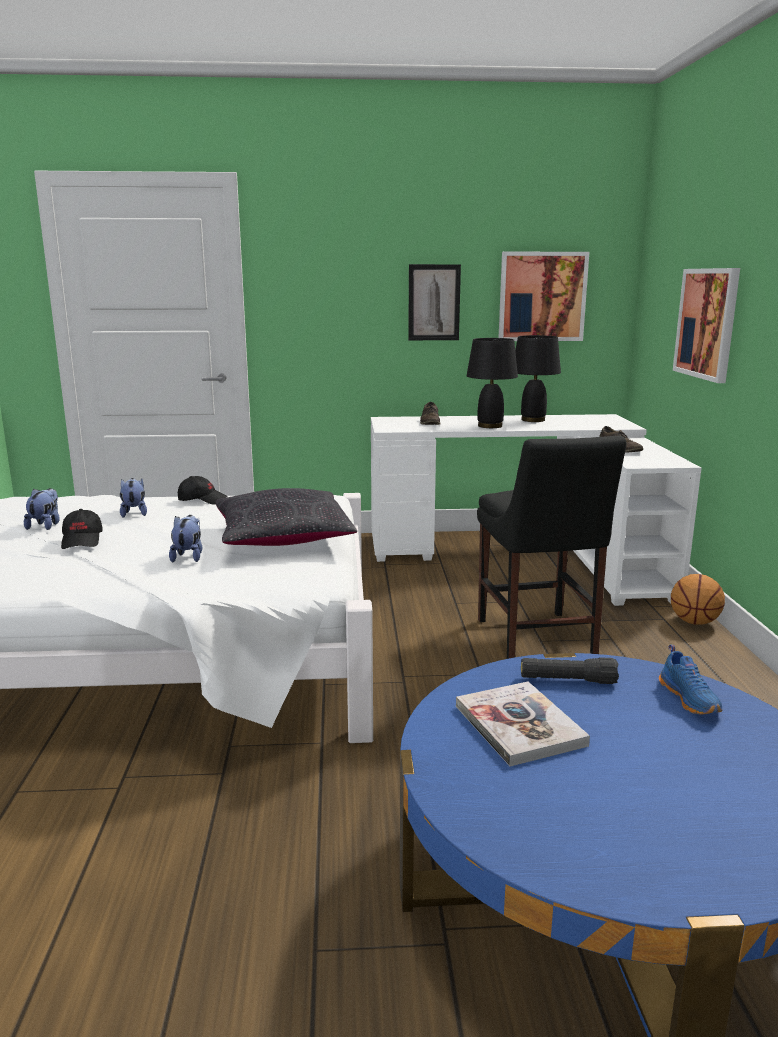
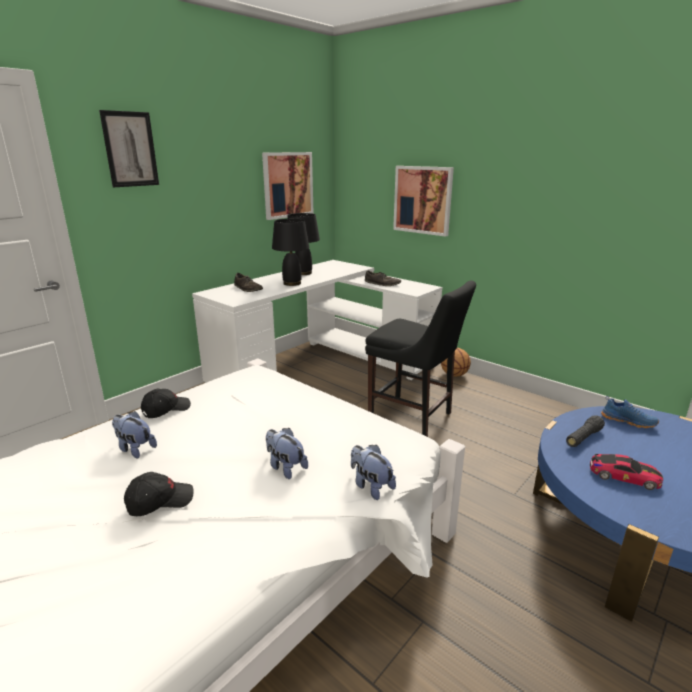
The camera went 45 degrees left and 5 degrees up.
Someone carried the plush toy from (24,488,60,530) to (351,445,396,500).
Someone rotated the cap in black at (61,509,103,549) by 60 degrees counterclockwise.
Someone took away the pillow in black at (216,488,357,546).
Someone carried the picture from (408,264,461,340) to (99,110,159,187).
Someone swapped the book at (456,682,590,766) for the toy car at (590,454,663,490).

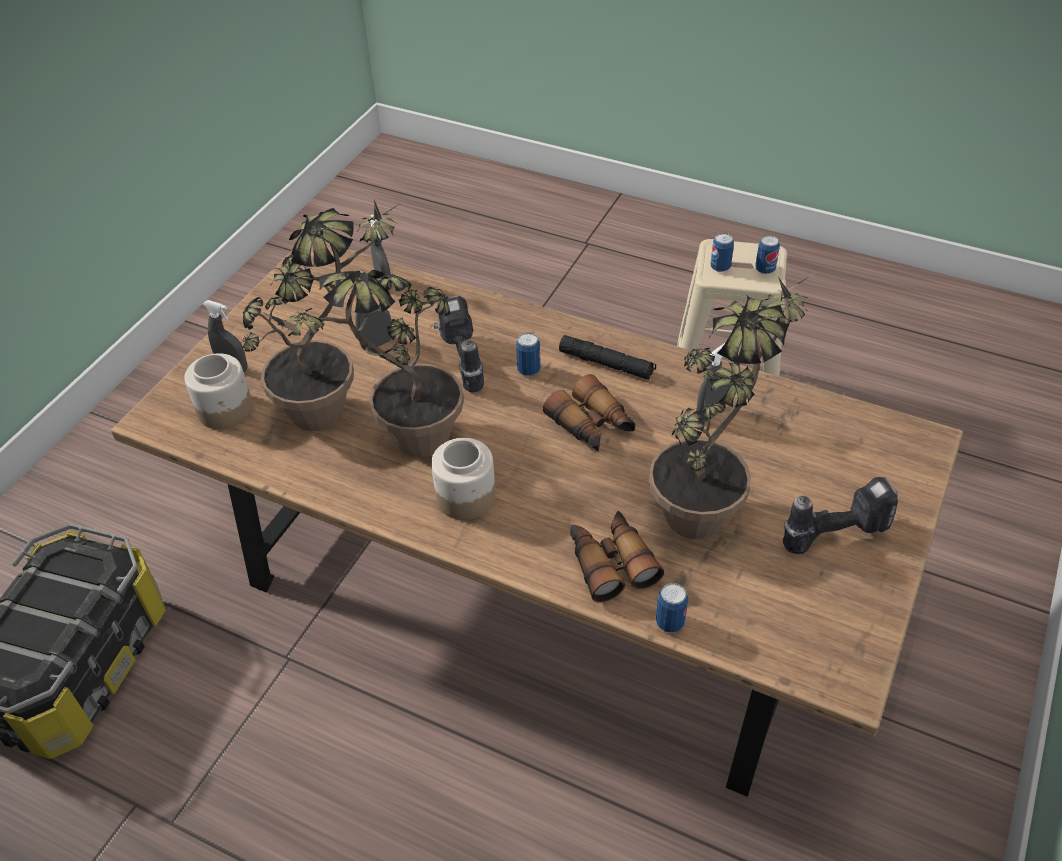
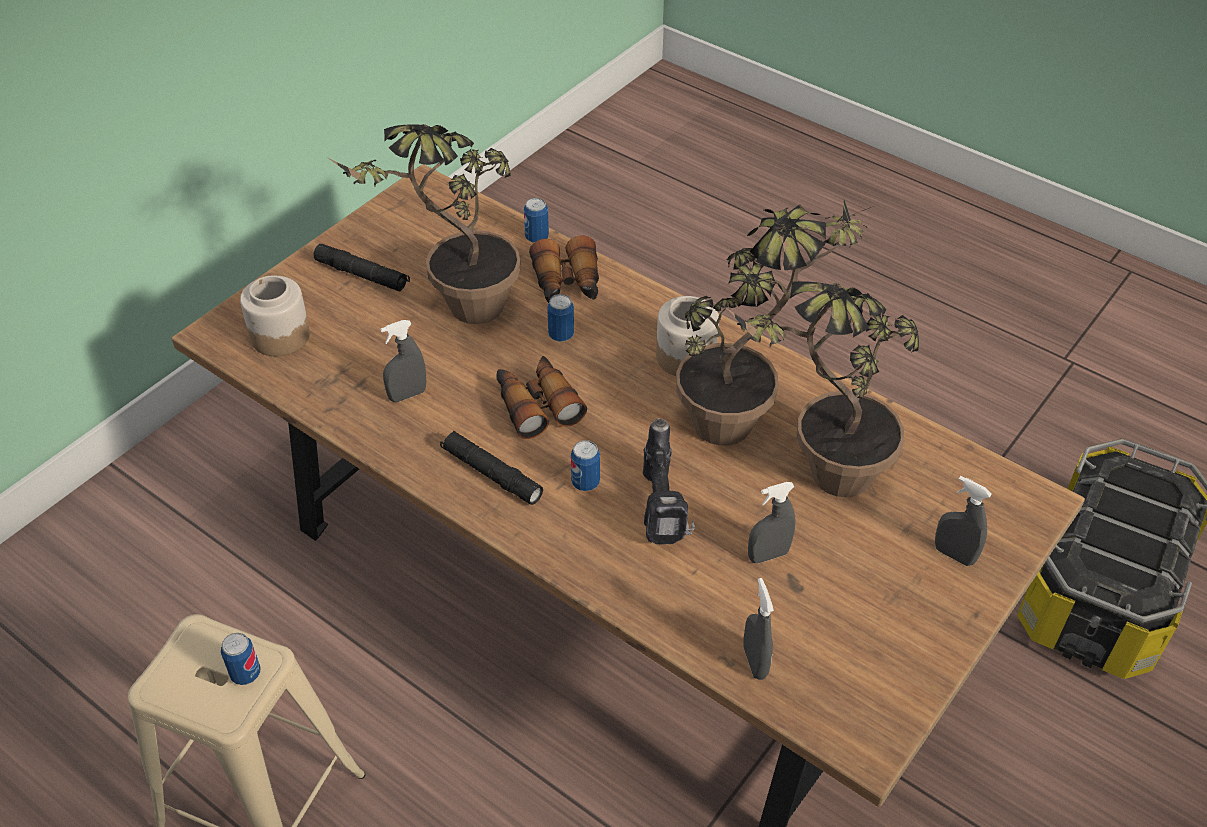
The camera went 170 degrees left and 0 degrees up.
Someone carried the jar from (184,353,253,429) to (240,276,310,356).
Someone carried the can from (755,235,780,274) to (547,294,574,342).
Someone swapped the power drill at (783,477,898,554) for the flashlight in black at (314,244,410,292).

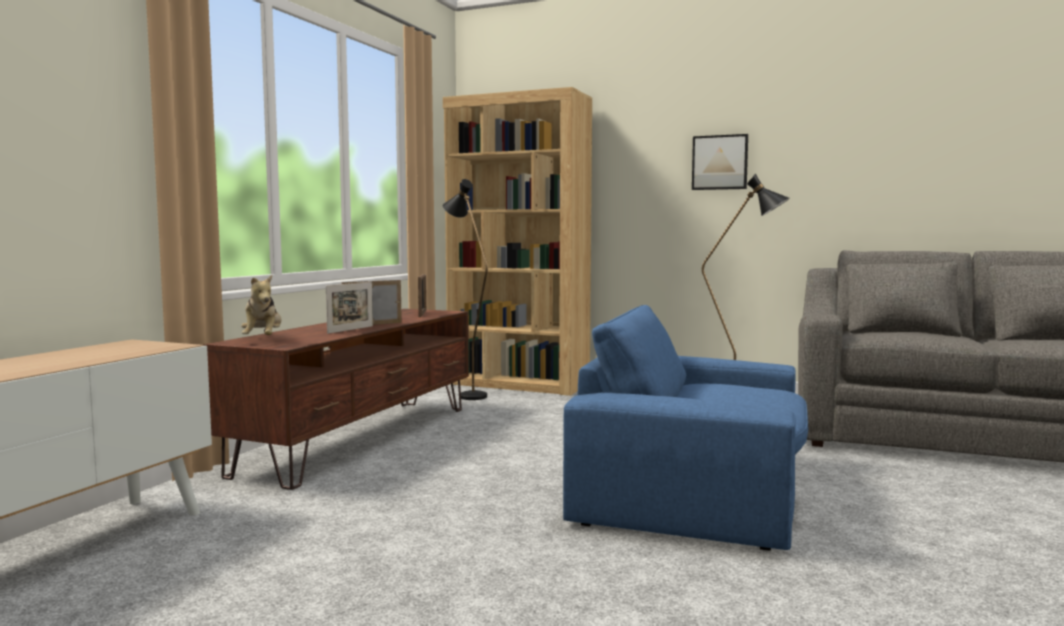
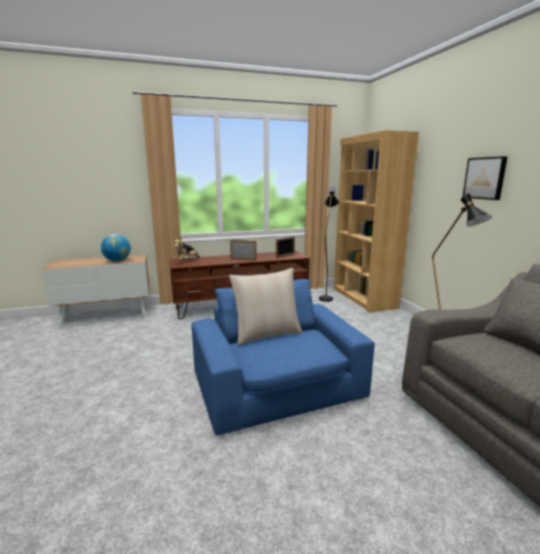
The camera went 50 degrees right and 10 degrees up.
Someone took away the picture frame at (326,282,373,334).
Someone put down the globe at (101,234,131,262).
Someone put down the pillow in beige at (229,268,303,345).

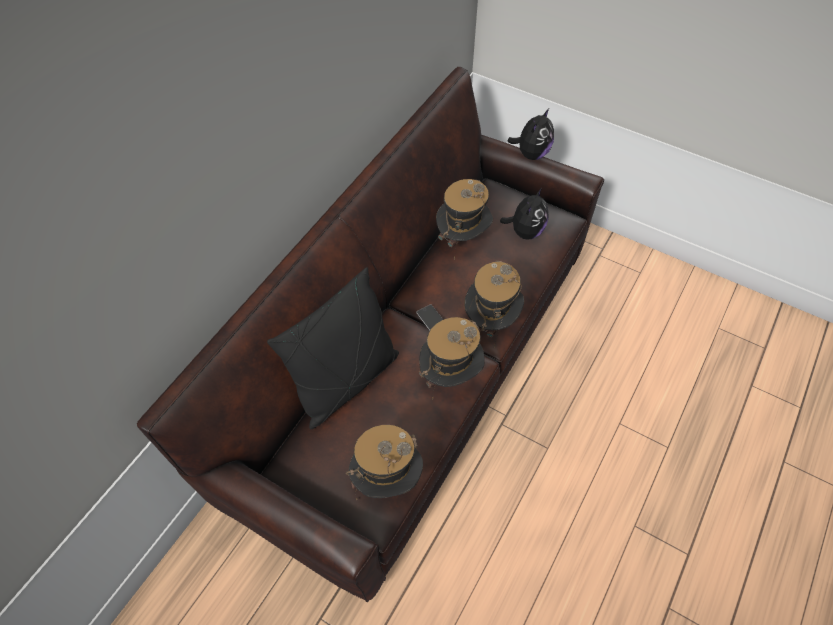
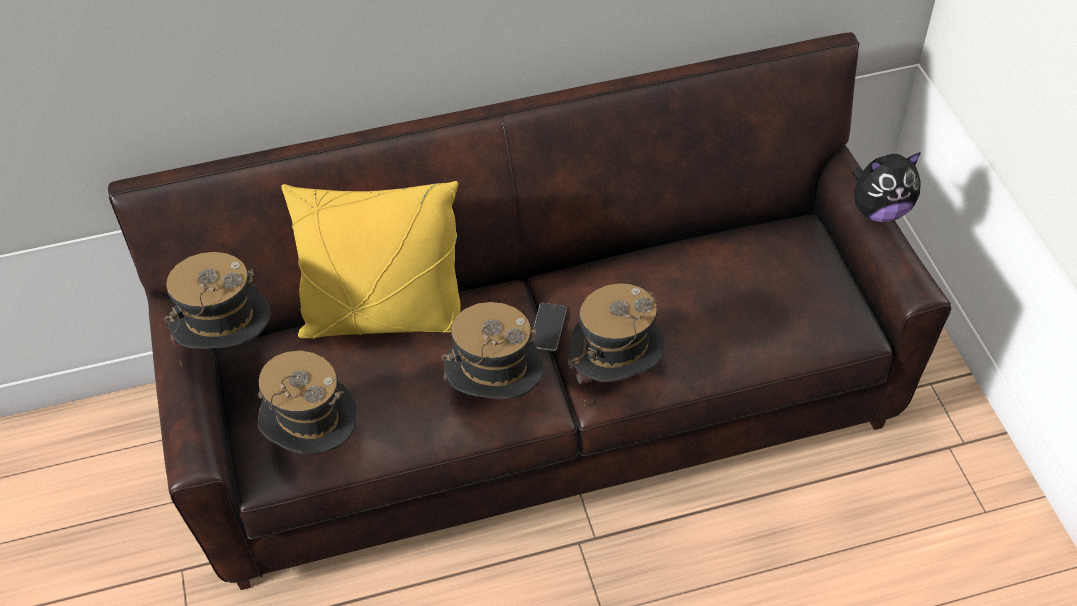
The camera went 45 degrees right and 5 degrees down.
Someone repainted the pillow in black at (267,267,399,429), which became the pillow in yellow at (281,181,461,339).
Someone carried the hat from (436,179,493,260) to (164,252,271,367).
Someone took away the plush toy at (500,188,549,240).

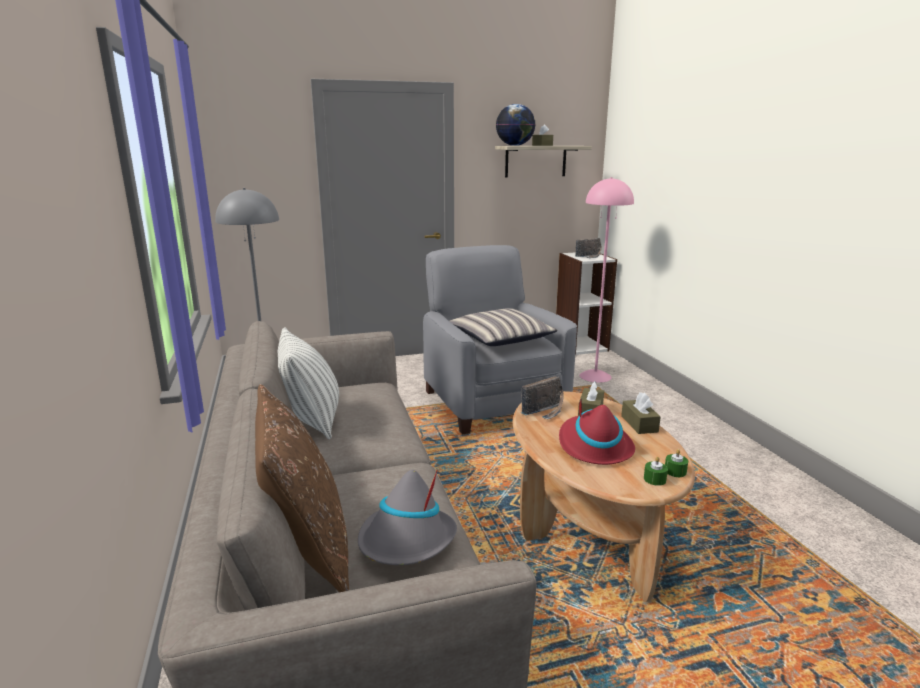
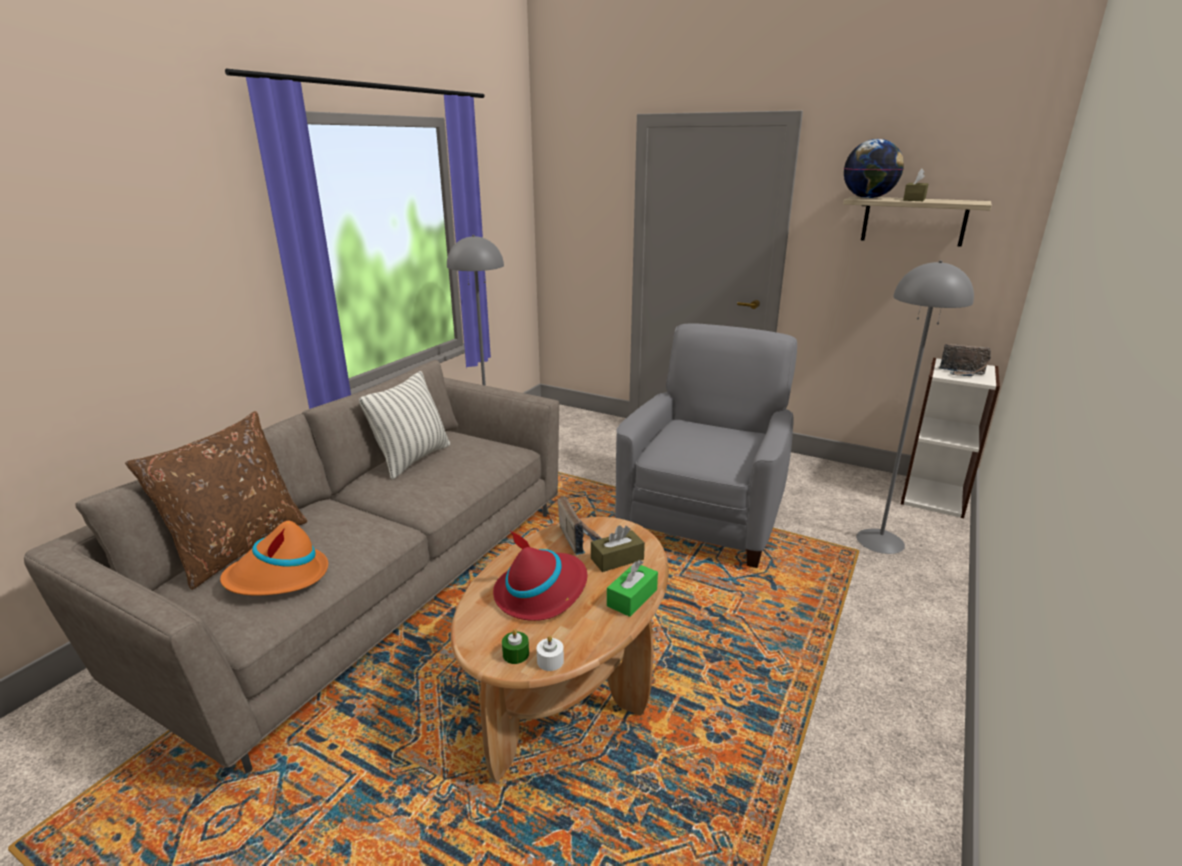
The camera went 45 degrees right and 5 degrees up.
Someone repainted the hat in grey at (358,469,457,565), which became the hat in orange at (220,521,328,596).
Someone took away the pillow at (450,308,558,346).
Someone rotated the radio at (521,376,563,419) by 120 degrees counterclockwise.
Someone repainted the floor lamp in pink at (579,177,634,383), which became the floor lamp in grey at (856,260,974,554).
Someone repainted the tissue box in brown at (621,392,661,434), which became the tissue box in green at (607,560,658,617).
Someone repainted the candle in green at (665,449,688,477), which became the candle in white at (537,636,564,671).

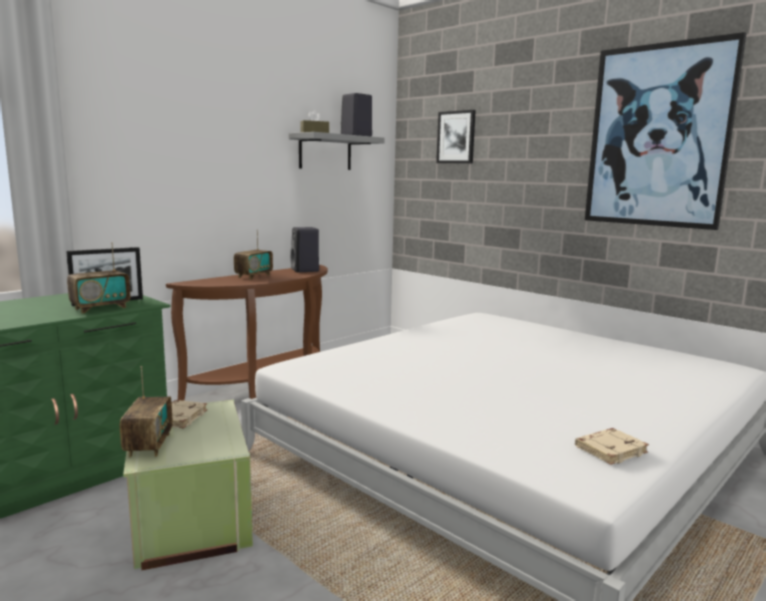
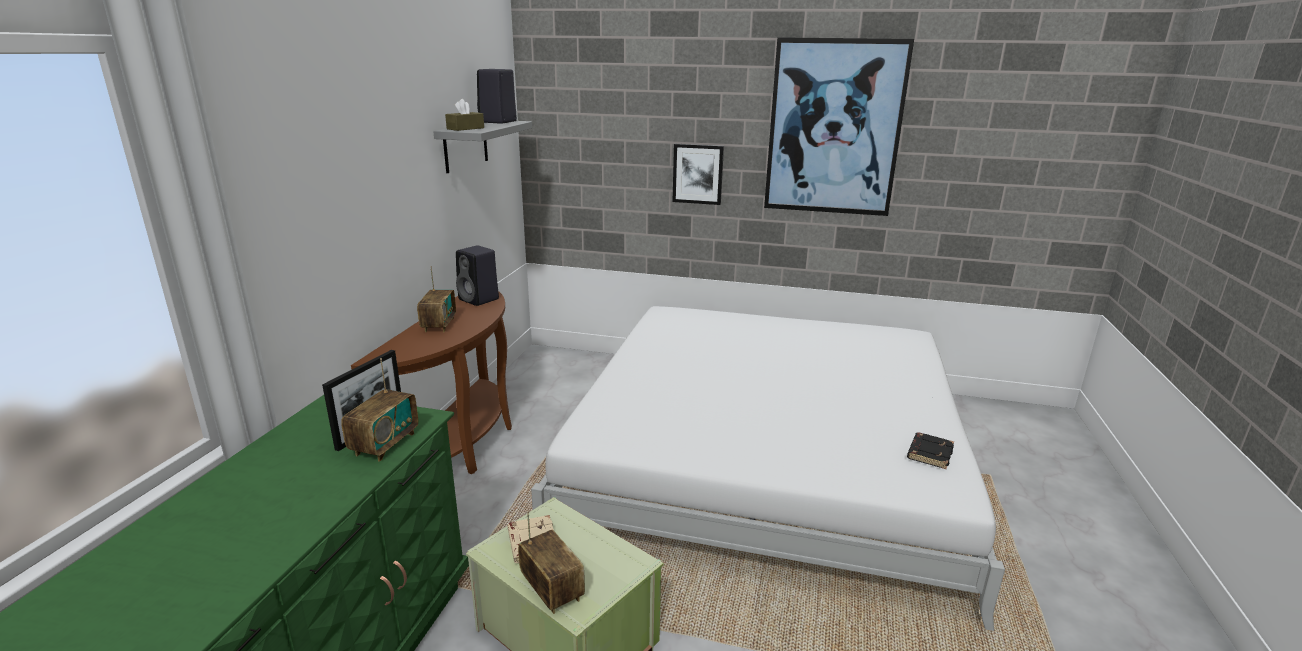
The camera went 30 degrees left and 10 degrees up.
Someone carried the picture from (436,110,476,163) to (672,144,724,205).
Someone repainted the book in beige at (575,428,649,465), which became the book in black at (907,432,954,469).

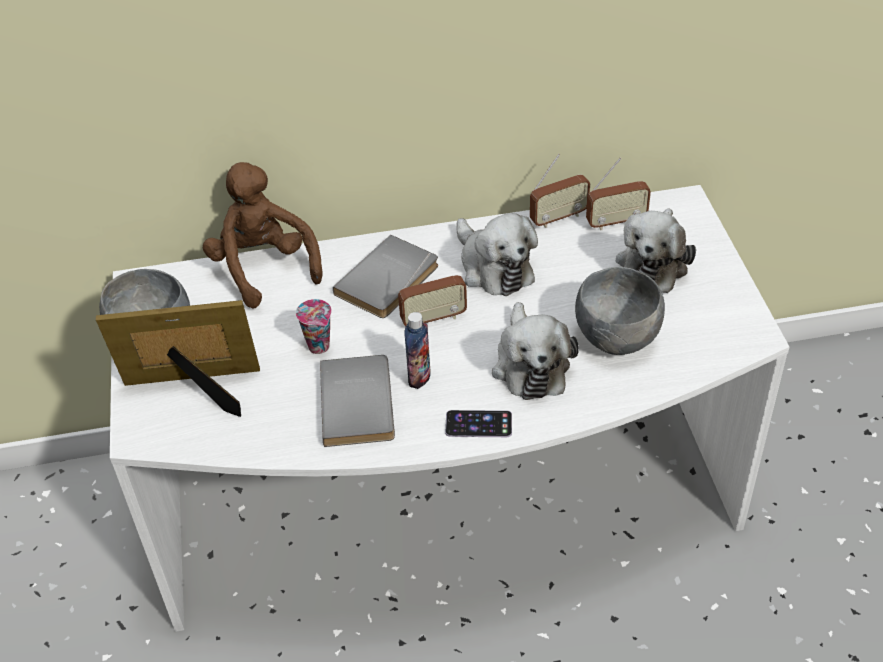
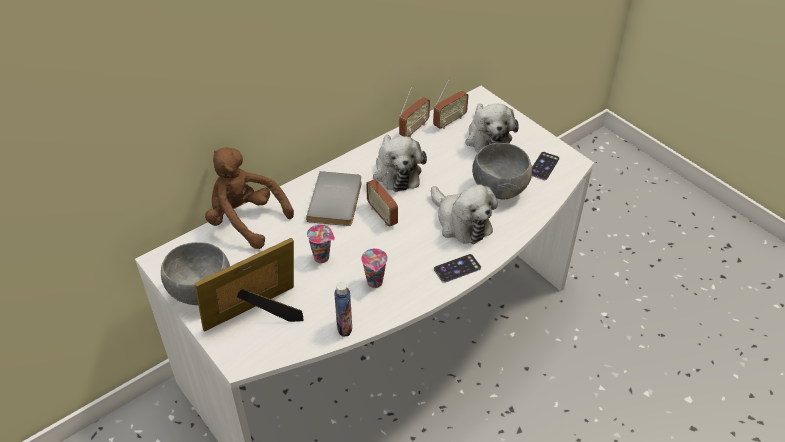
The camera went 30 degrees left and 0 degrees up.
Someone swapped the book in grey at (320,355,395,447) for the cup at (361,248,388,288).
Someone rotated the radio at (398,253,467,326) by 105 degrees clockwise.
Someone carried the bottle from (404,312,431,389) to (334,282,352,337).
Someone rotated the plush toy at (456,213,538,296) by 45 degrees clockwise.
Someone put down the phone at (532,152,559,180).

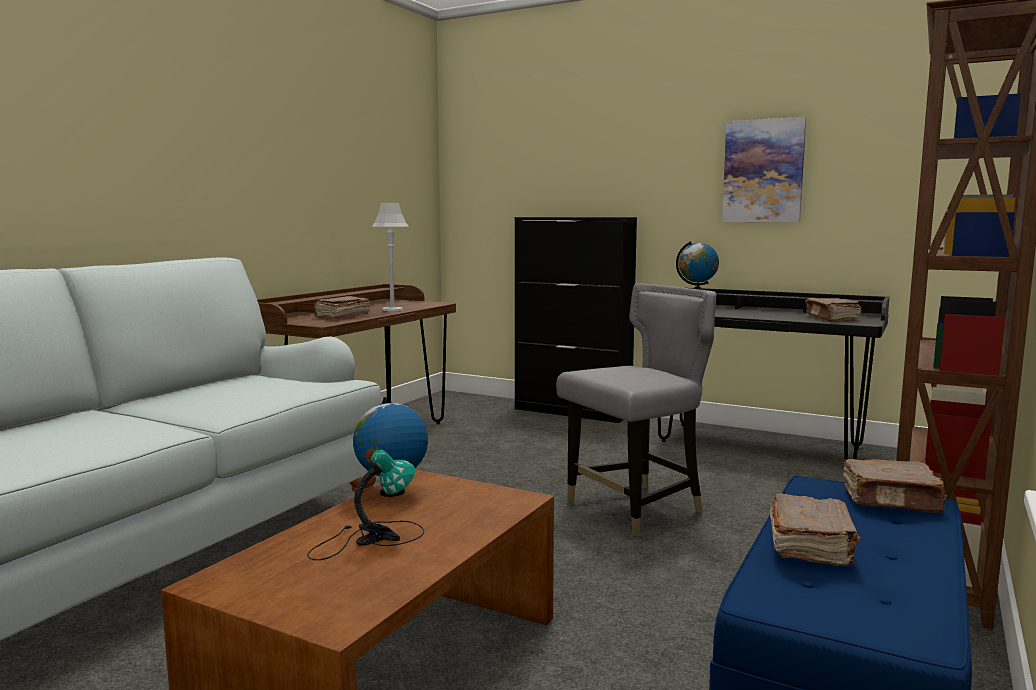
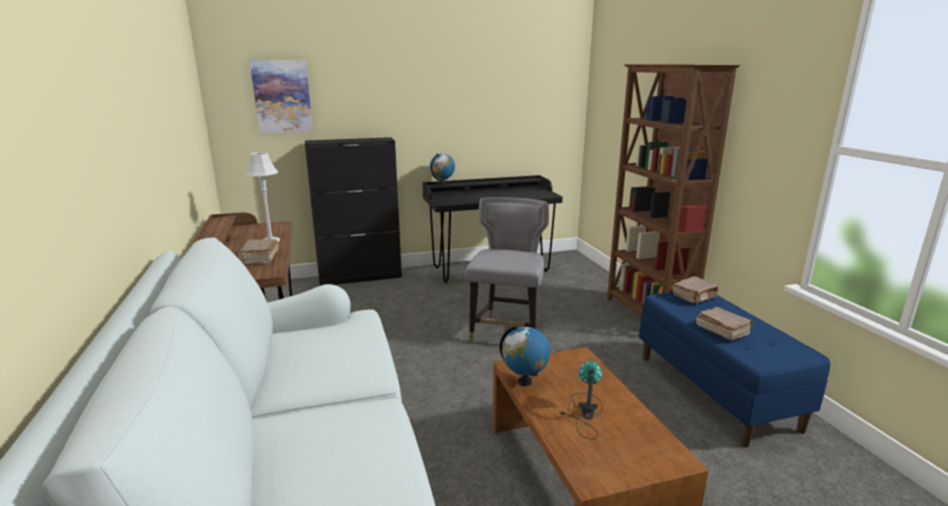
The camera went 45 degrees left and 10 degrees up.
Someone carried the picture from (722,117,806,222) to (250,60,313,133).
Someone took away the book in brown at (805,298,862,322).

